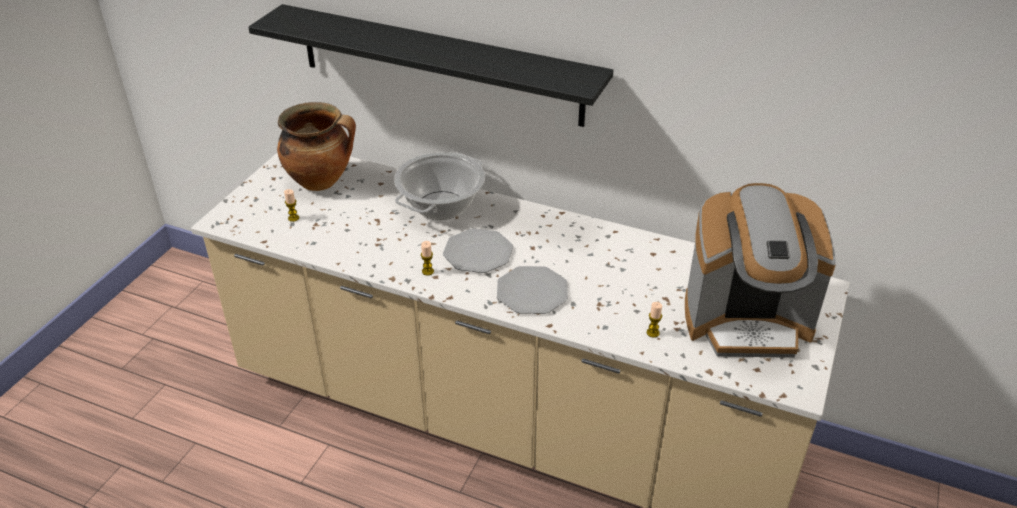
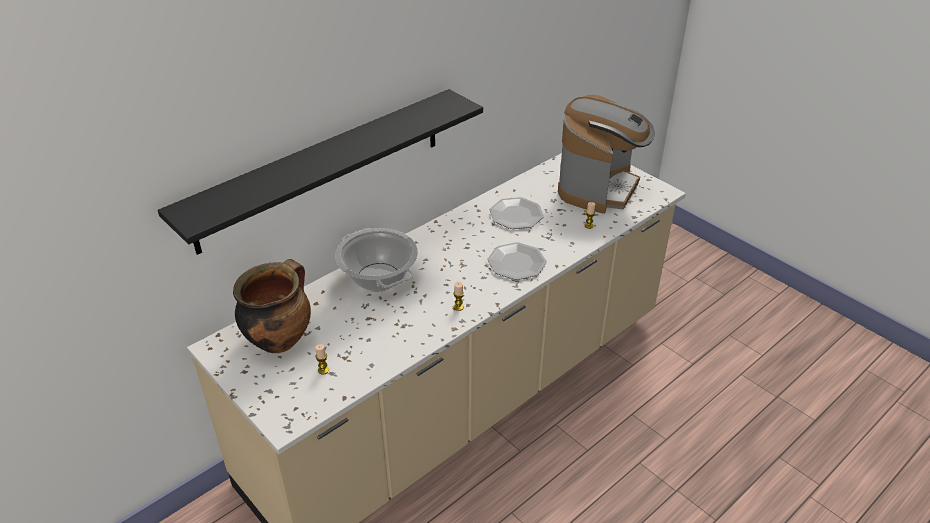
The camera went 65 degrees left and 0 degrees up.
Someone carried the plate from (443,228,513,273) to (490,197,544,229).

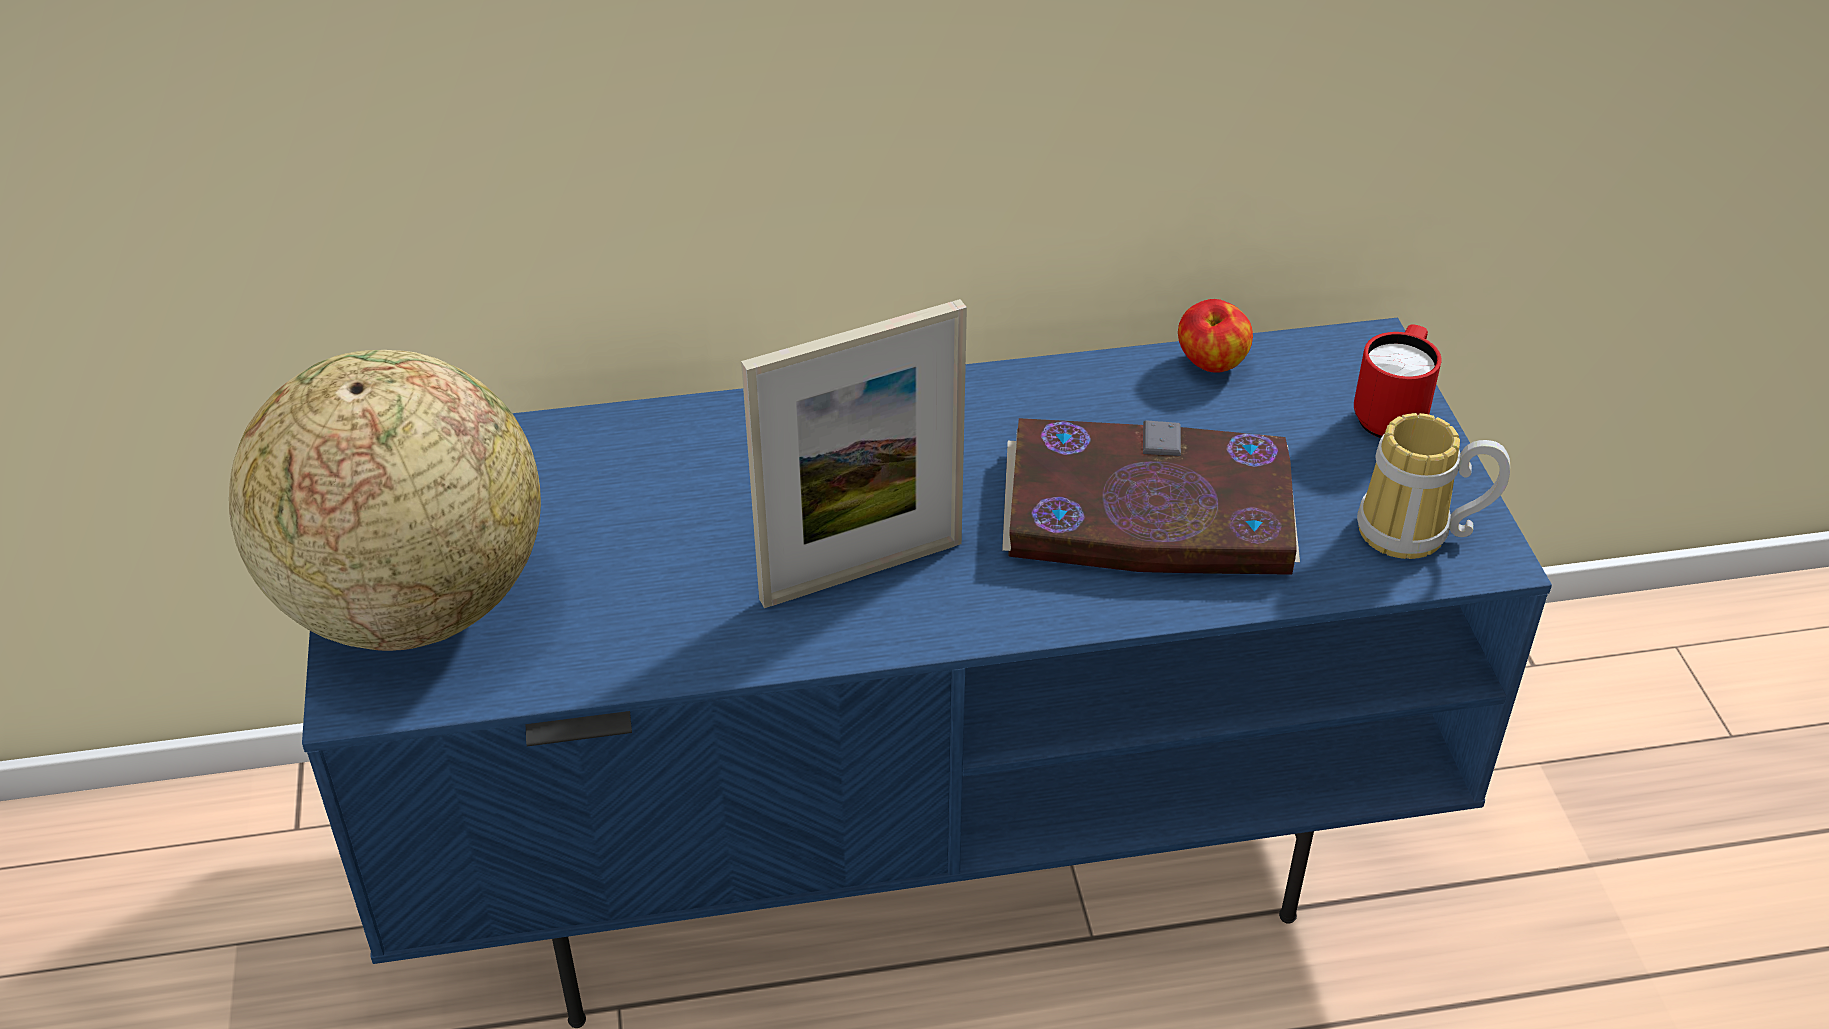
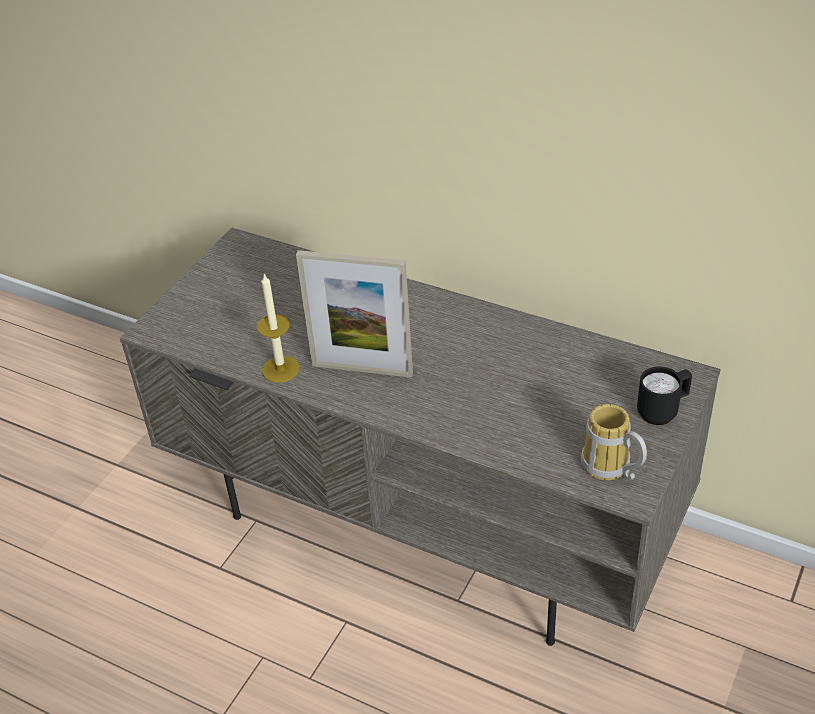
The camera went 40 degrees right and 0 degrees up.
Someone took away the globe at (229,350,541,651).
Someone repainted the tv stand in blue at (302,318,1552,1028), which became the tv stand in grey at (120,228,721,646).
Someone took away the book at (1002,418,1300,575).
Someone took away the apple at (1178,299,1253,373).
Someone repainted the mug in red at (1354,324,1442,438), which became the mug in black at (637,367,692,425).
Someone put down the candle at (257,274,300,383).

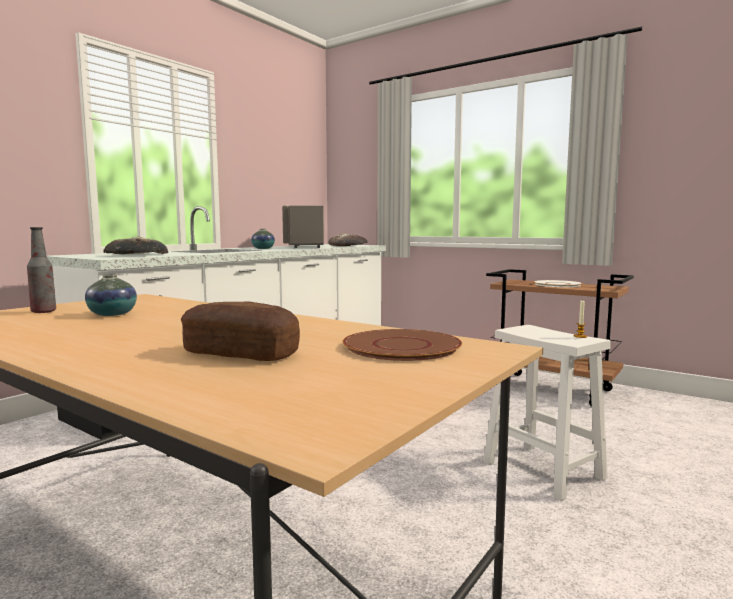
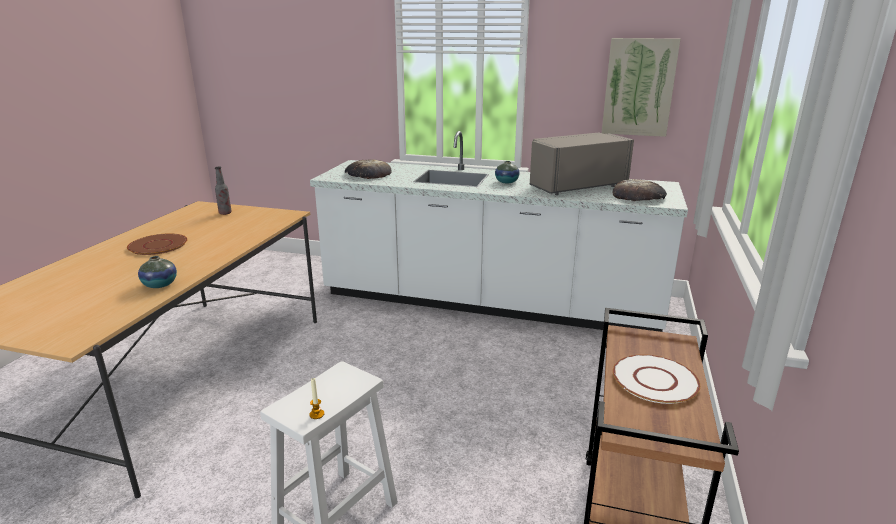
The camera went 70 degrees right and 15 degrees up.
Someone carried the vase from (85,274,137,316) to (138,256,177,288).
Someone took away the bread at (181,301,300,361).
Someone carried the plate in brown from (342,329,462,361) to (127,233,188,255).
Someone put up the picture at (602,38,680,137).

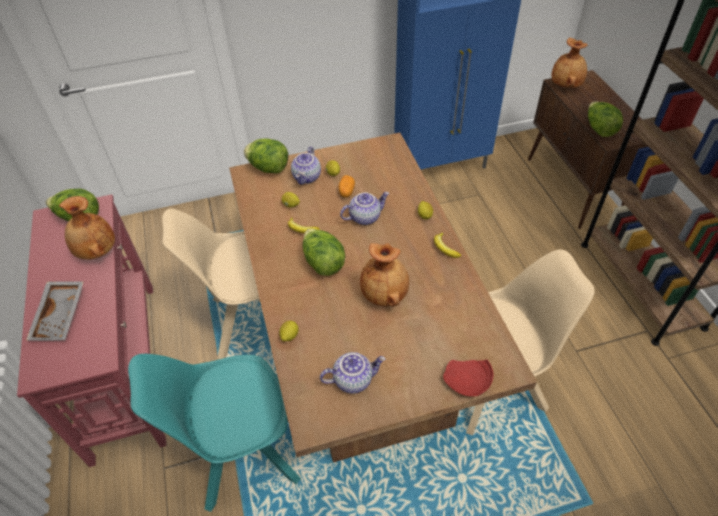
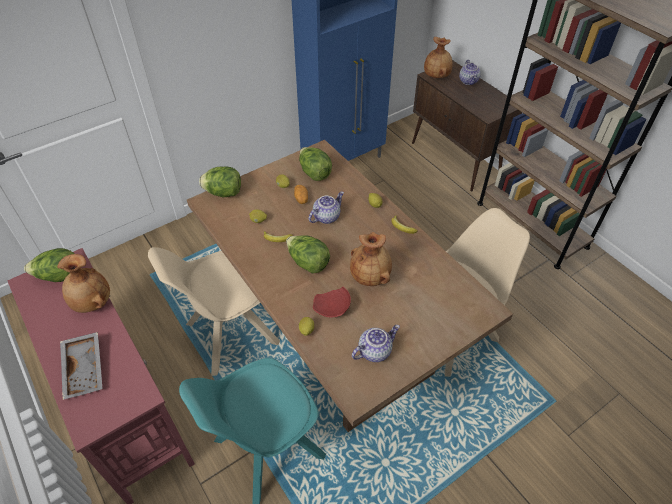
The camera went 20 degrees left and 0 degrees up.
Someone carried the teapot from (291,146,321,185) to (459,60,481,85).
Someone carried the plate in red from (443,359,493,396) to (313,287,351,318).
Someone carried the lettuce from (588,102,623,137) to (299,147,332,181).

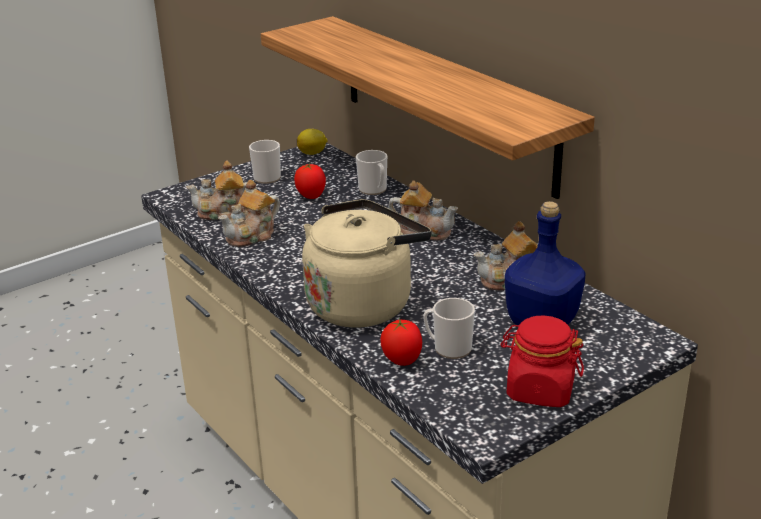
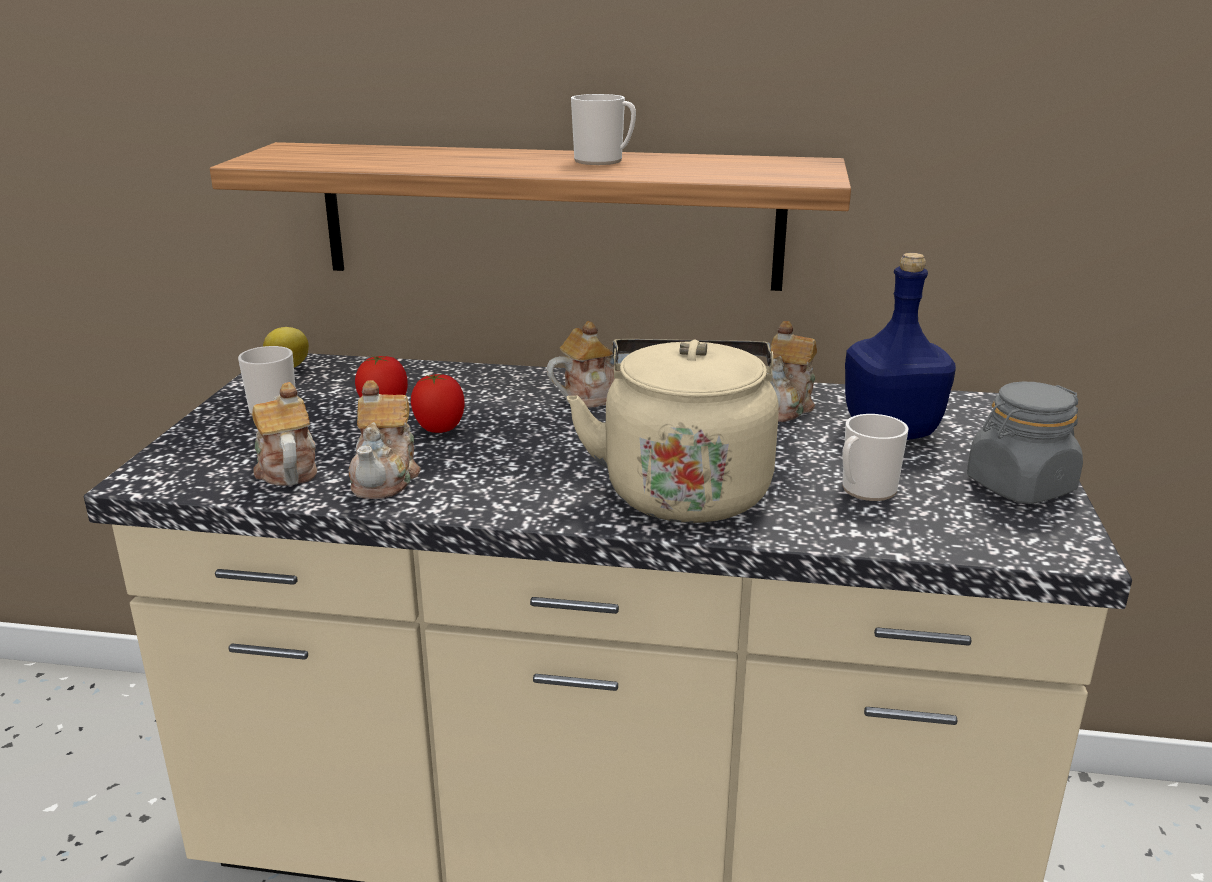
The camera went 45 degrees left and 5 degrees down.
Someone rotated the teapot at (186,161,257,220) by 120 degrees clockwise.
Someone carried the mug from (356,150,387,195) to (571,94,636,165).
Someone carried the tomato from (380,319,422,366) to (411,374,465,433).
Someone repainted the jar in red at (500,315,584,407), which became the jar in grey at (967,382,1083,504).

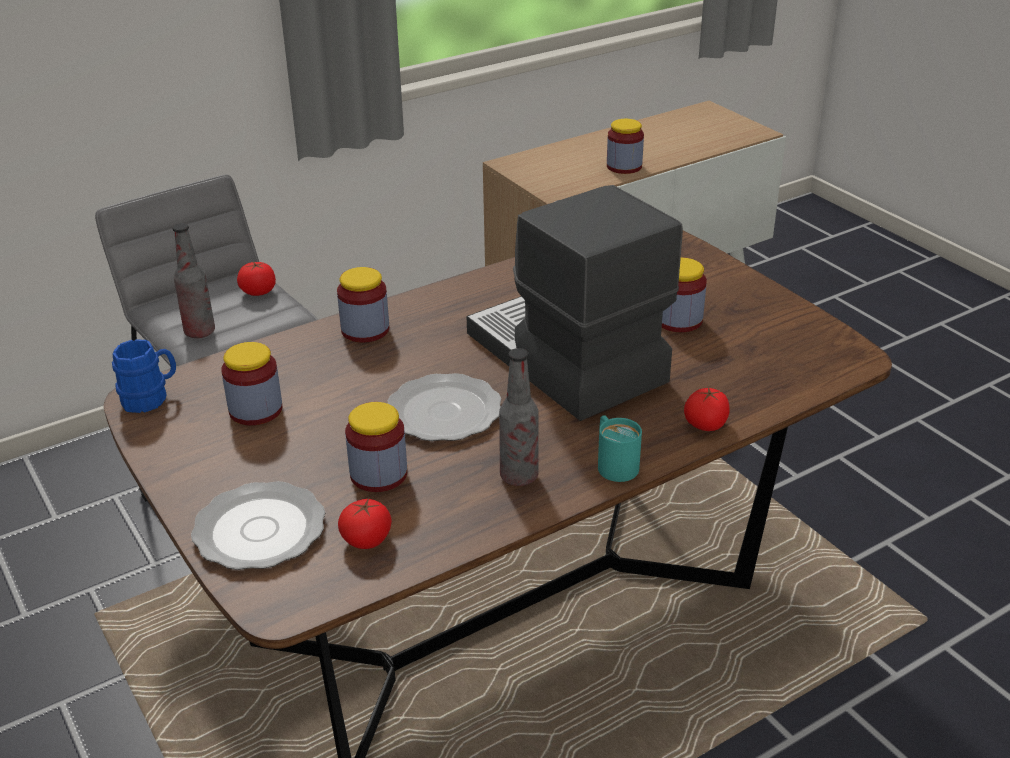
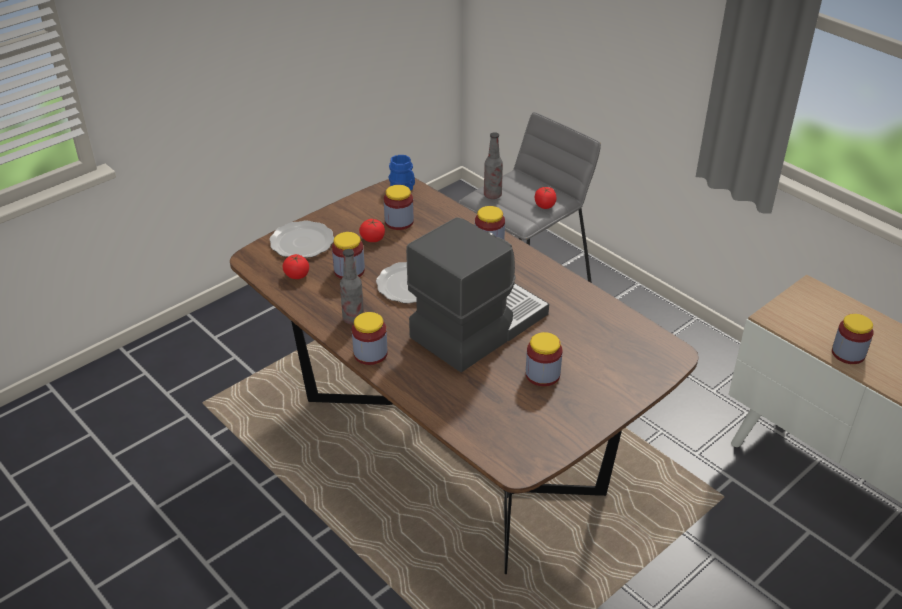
The camera went 80 degrees right and 5 degrees up.
Someone swapped the mug in turquoise at (598,415,642,482) for the jar at (352,312,388,365).
Someone carried the tomato from (684,387,730,431) to (359,219,385,242).

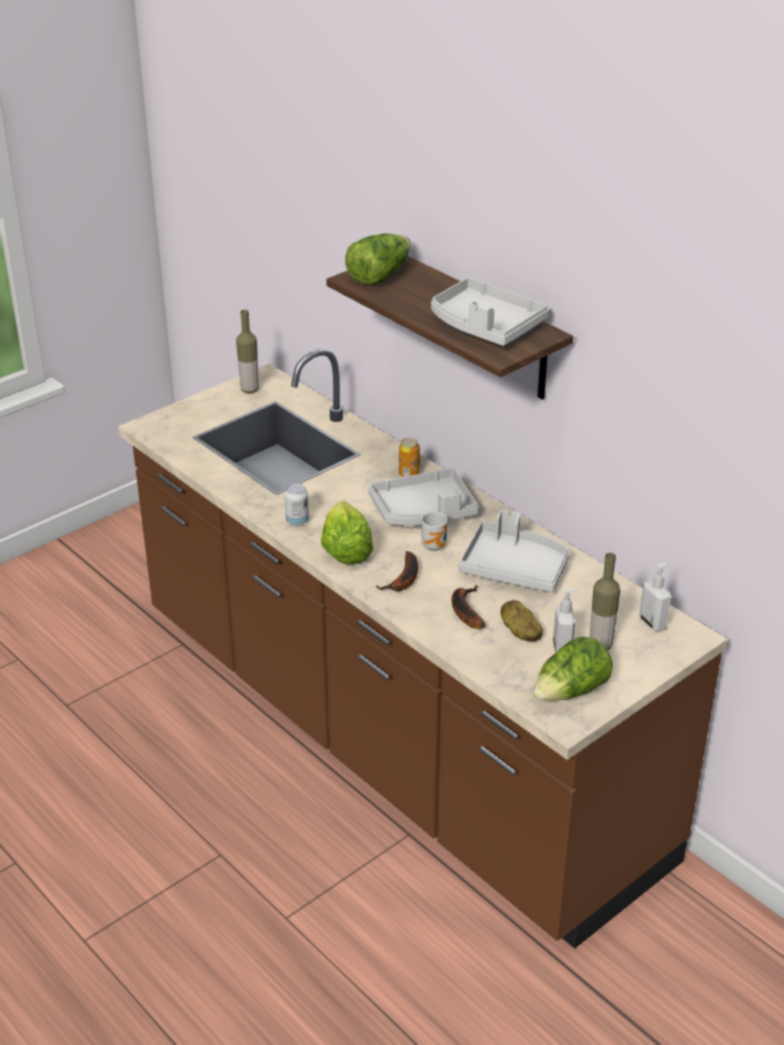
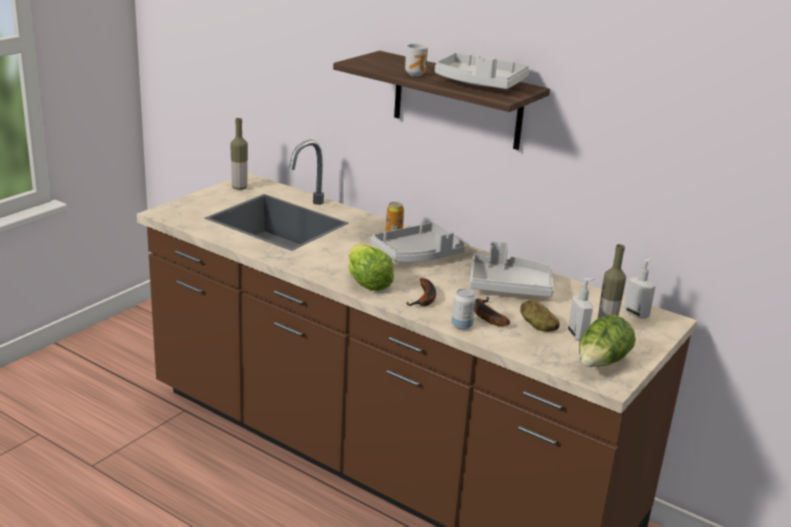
The camera went 15 degrees left and 10 degrees down.
Someone carried the can from (284,483,309,526) to (451,288,476,330).
Someone took away the lettuce at (345,233,411,286).
Someone carried the mug from (422,512,447,551) to (405,44,428,77).

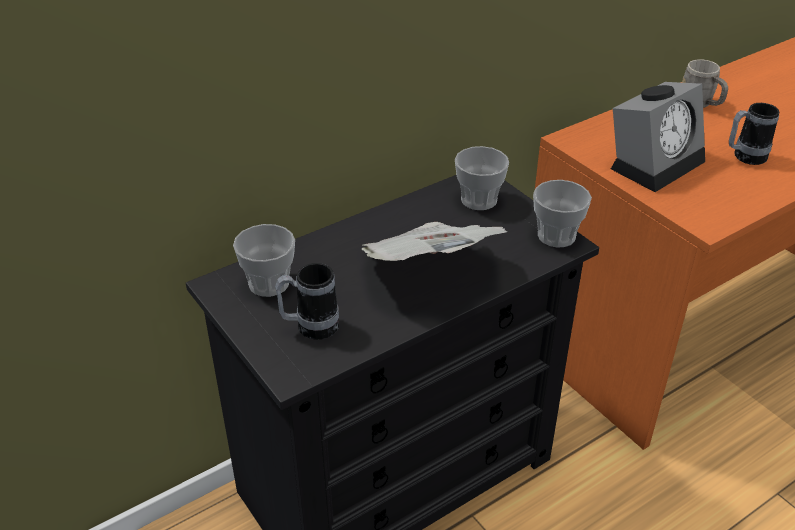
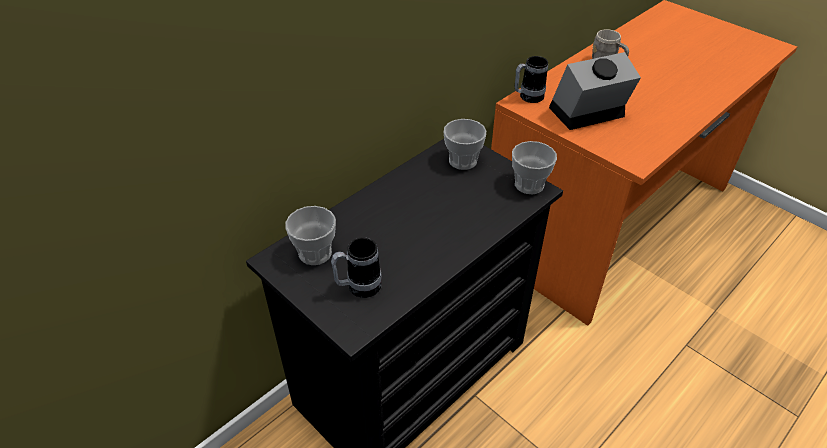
The camera went 10 degrees left and 5 degrees up.
Someone took away the newspaper at (362,222,508,261).
Someone rotated the alarm clock at (611,82,705,192) by 150 degrees counterclockwise.
Someone carried the mug from (729,103,779,165) to (515,56,548,103).

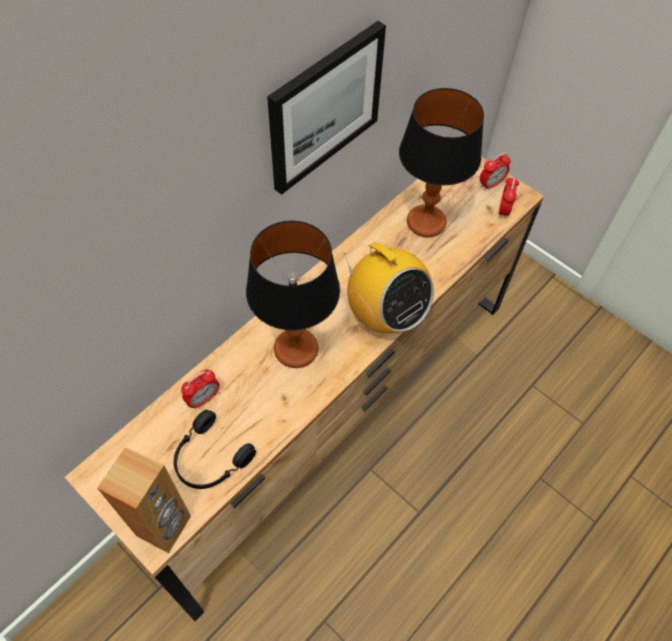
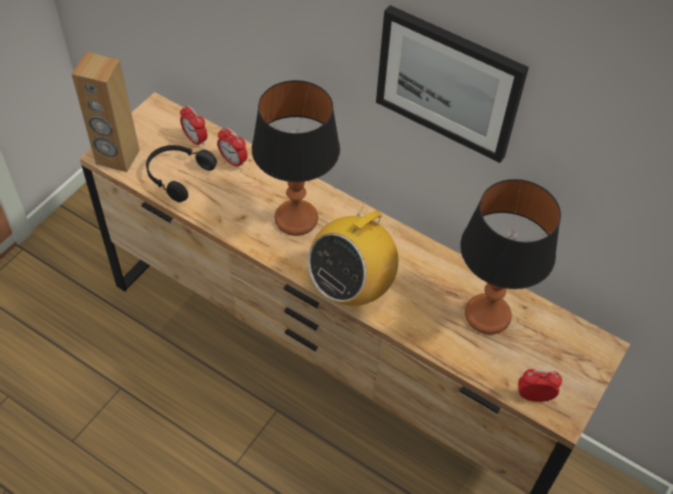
The camera went 80 degrees right and 5 degrees down.
Someone carried the alarm clock from (480,153,511,190) to (180,105,207,147).

